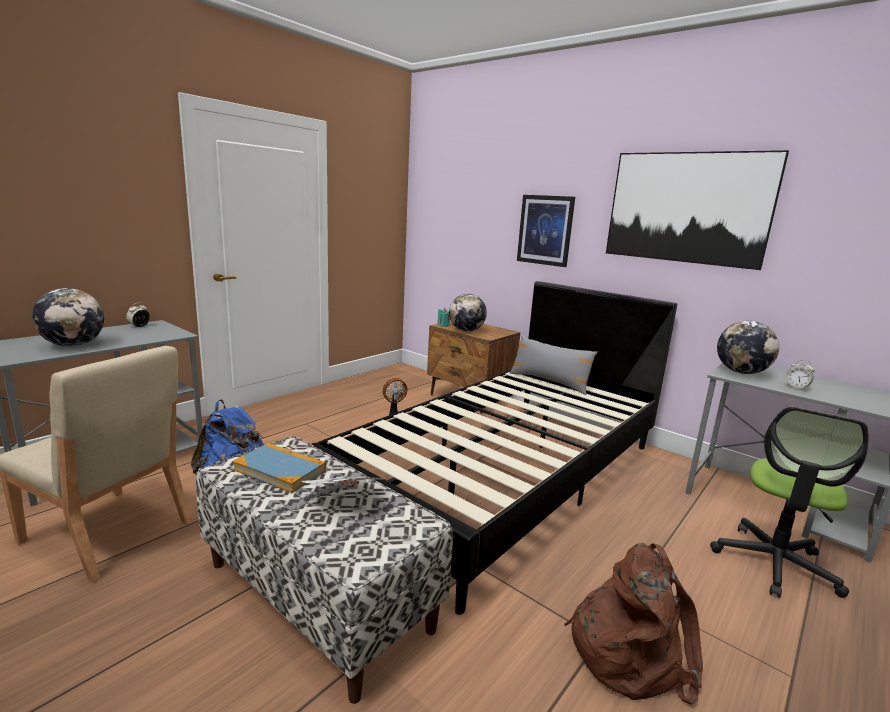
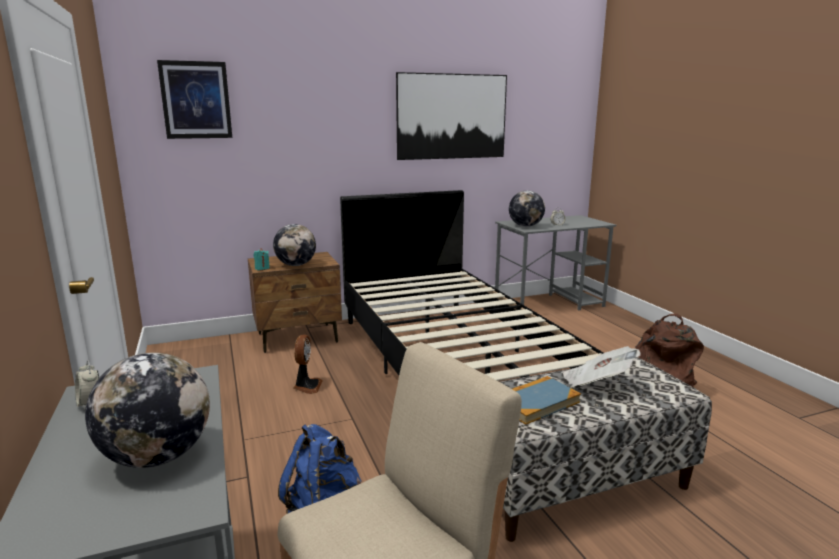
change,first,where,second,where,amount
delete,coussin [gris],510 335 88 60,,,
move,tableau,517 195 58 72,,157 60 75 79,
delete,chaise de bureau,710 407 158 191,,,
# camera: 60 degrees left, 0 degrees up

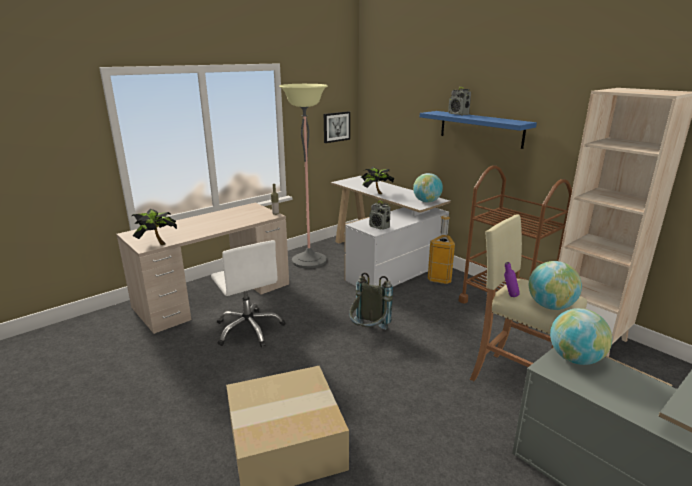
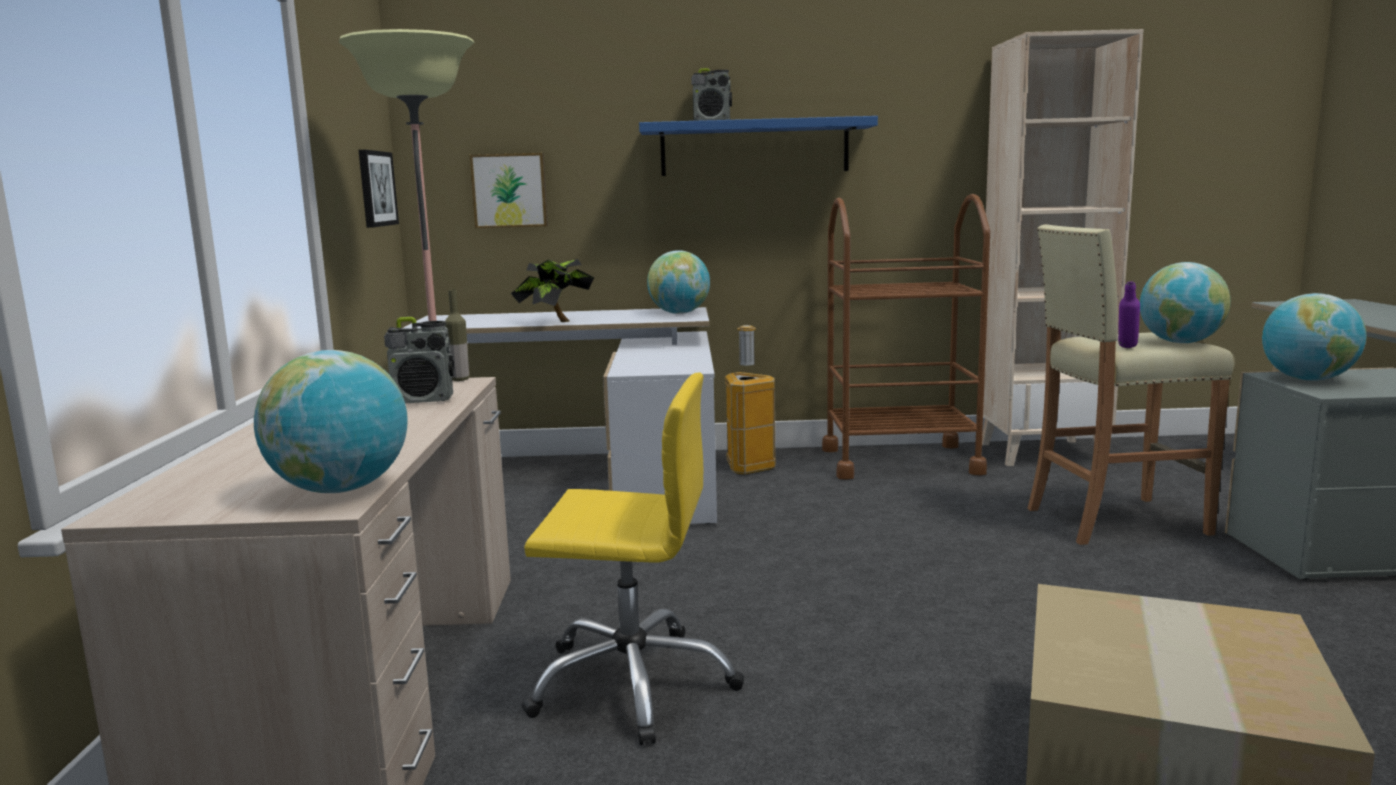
change,first,where,second,where,amount
replace,plante en pot,132 209 45 36,globe,254 350 154 143,
recolor,chaise de bureau [blanc],211 240 74 107,chaise de bureau [jaune],522 373 222 372,
delete,sac à dos [gris],349 273 44 57,,,
move,radio,369 200 22 30,,384 317 70 86,
insert,,,tableau,470 153 78 75,
# camera: 50 degrees left, 10 degrees down

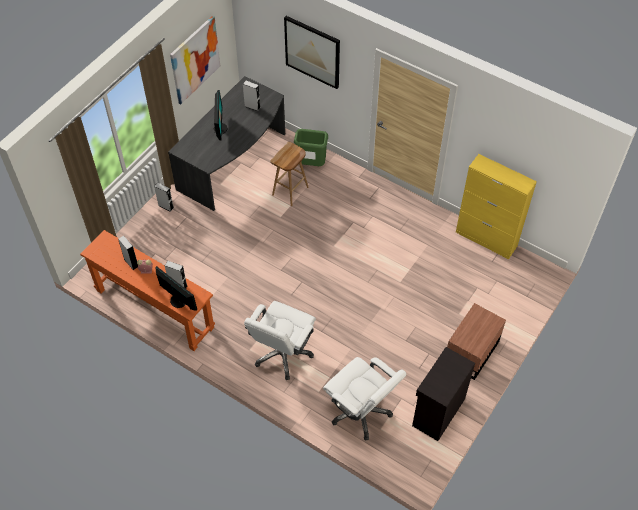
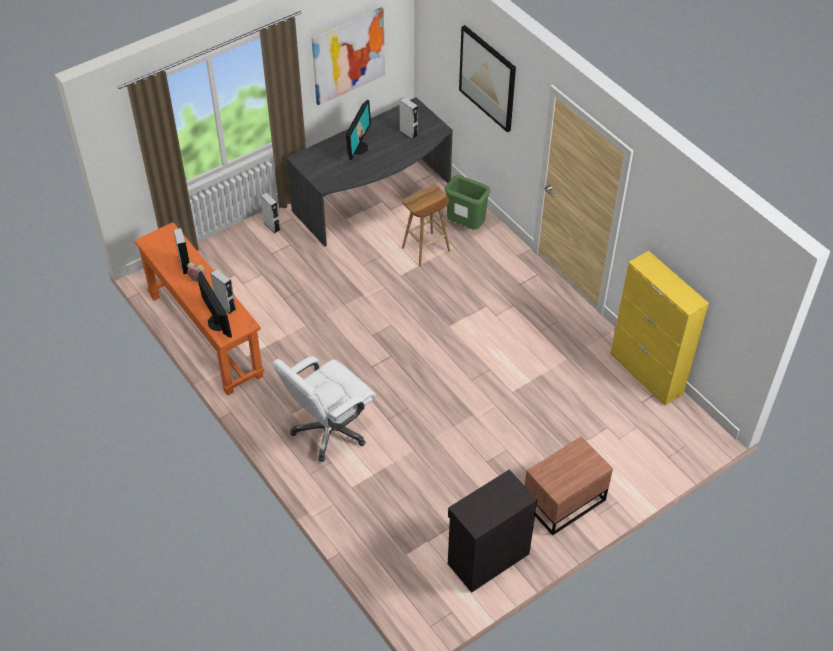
change,first,where,second,where,amount
delete,chaise de bureau [blanc],323 357 83 83,,,
# camera: 20 degrees right, 5 degrees down

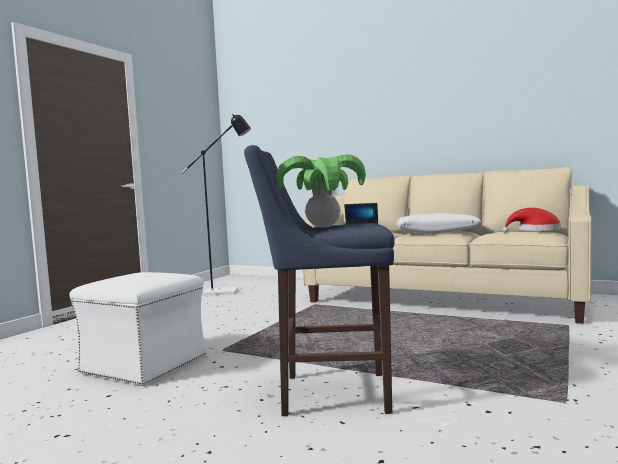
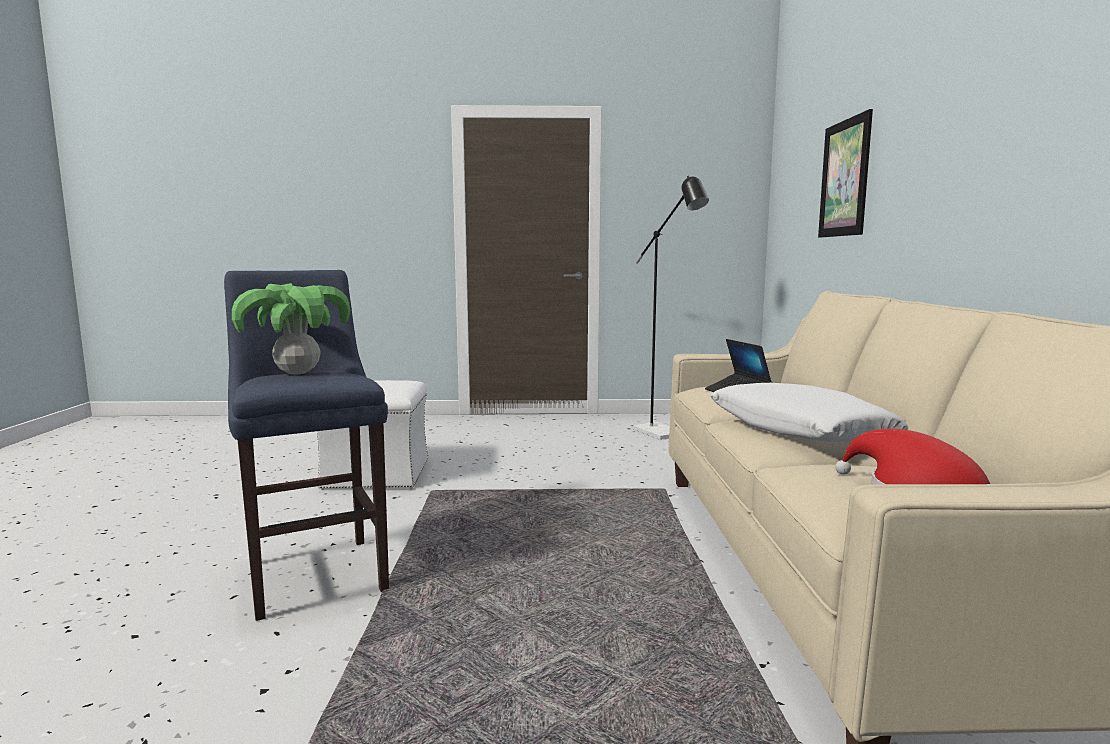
change,first,where,second,where,amount
insert,,,tableau,818 109 55 129,
# camera: 60 degrees right, 5 degrees up

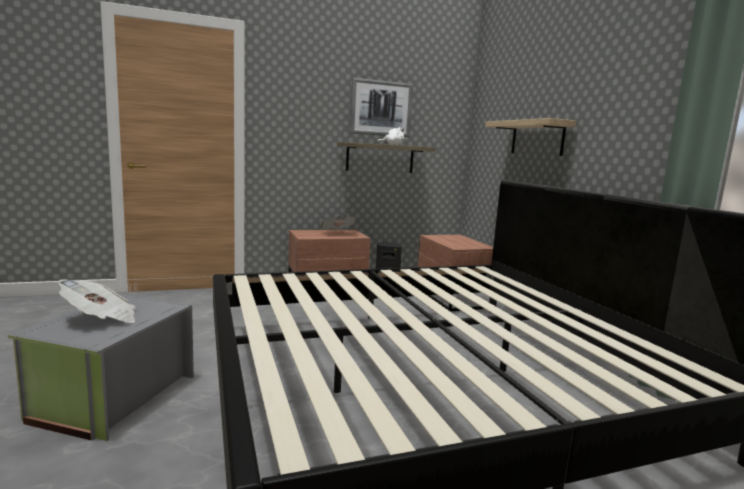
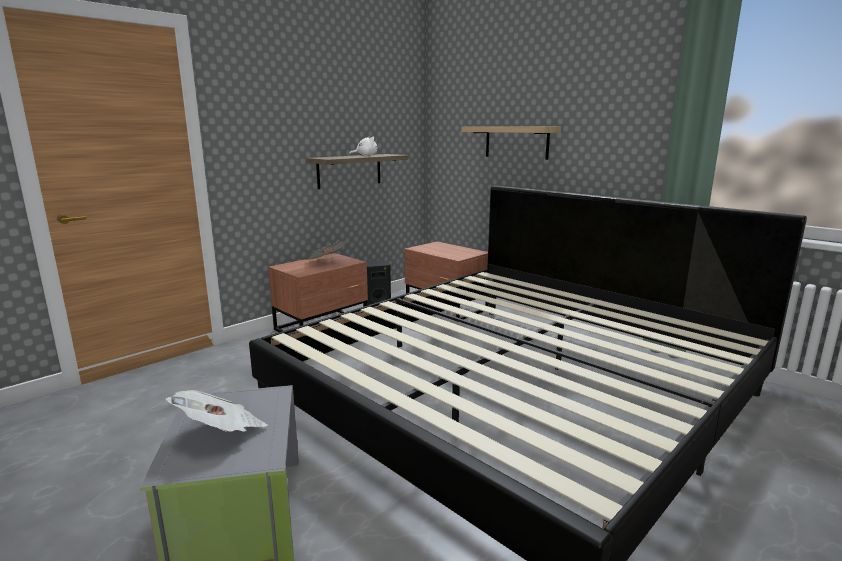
change,first,where,second,where,amount
delete,tableau,350 78 63 59,,,
# camera: 25 degrees left, 5 degrees up

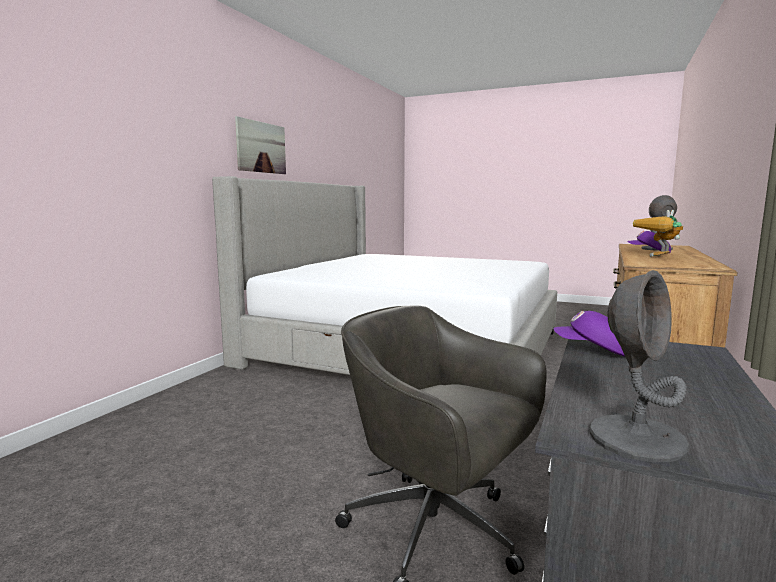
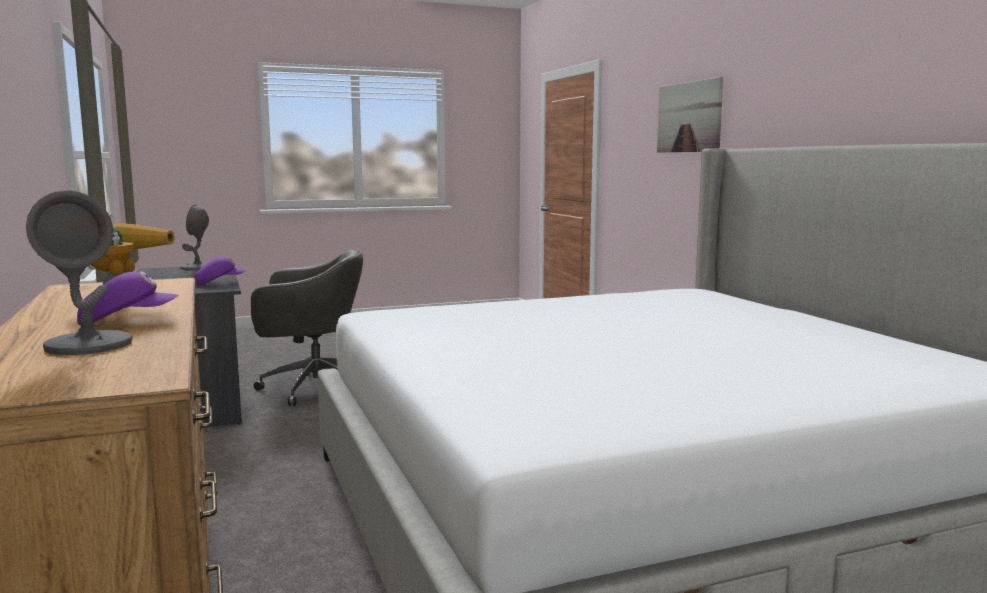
change,first,where,second,where,amount
move,tableau,235 116 51 58,,657 77 66 75,
# camera: 135 degrees right, 0 degrees up

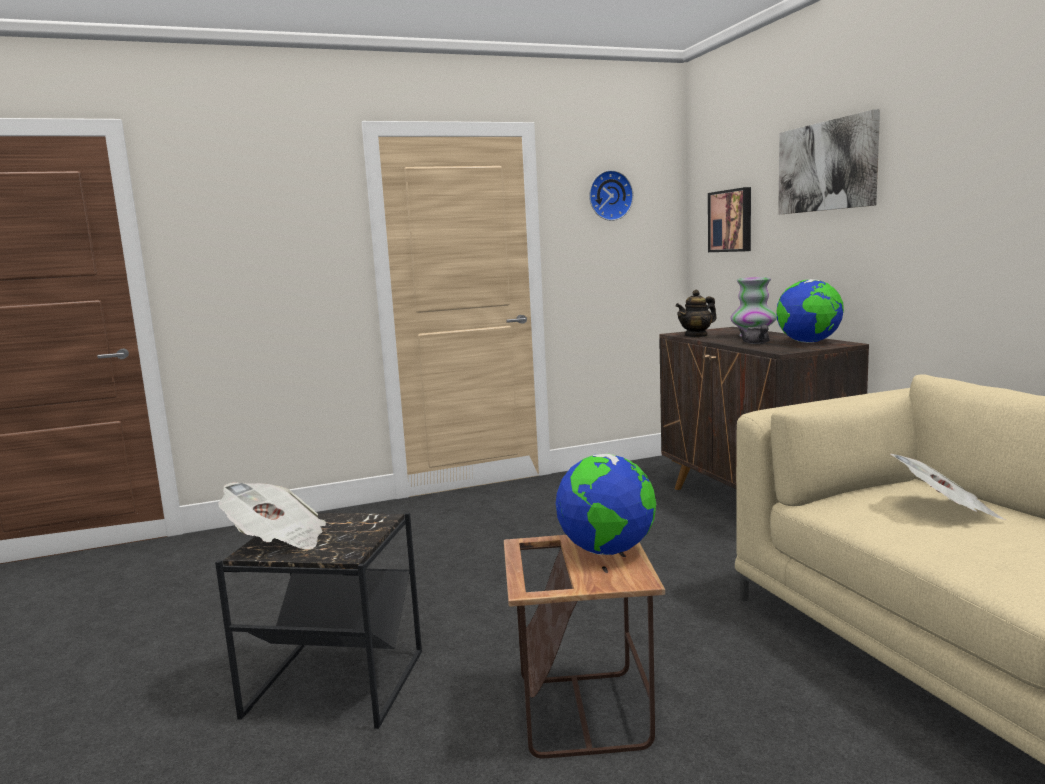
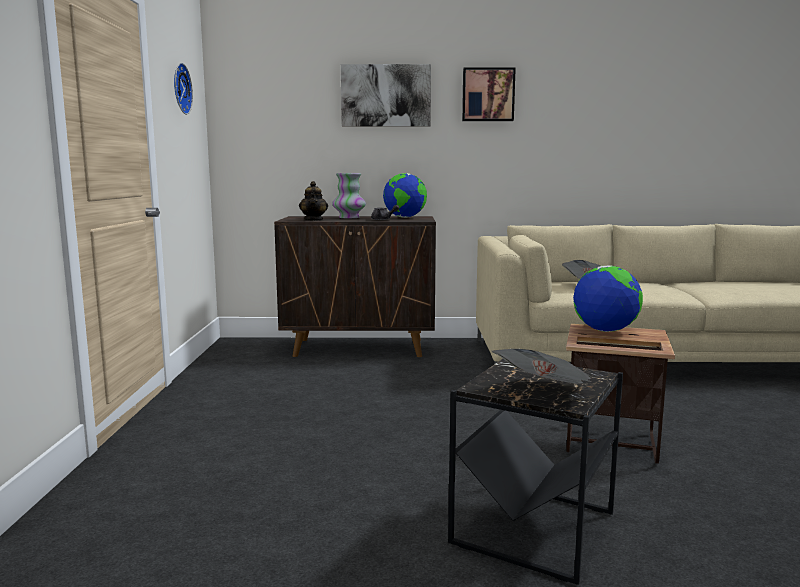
change,first,where,second,where,amount
move,tableau,708 187 43 65,,462 67 54 54,
# camera: 70 degrees left, 0 degrees up

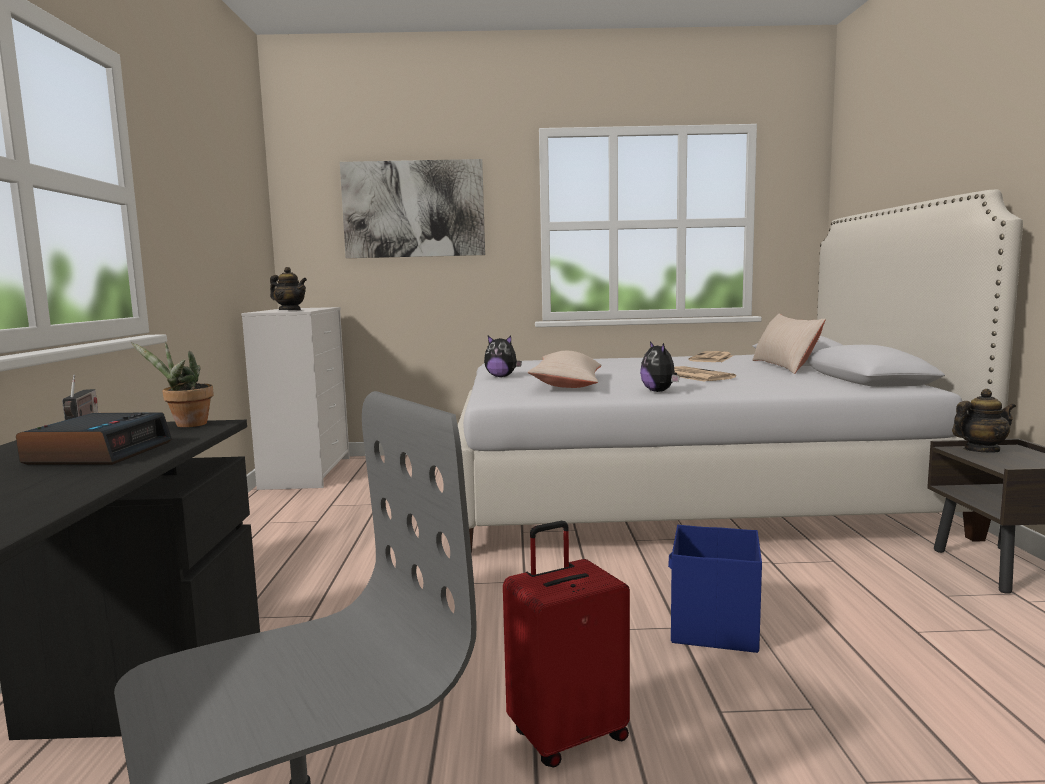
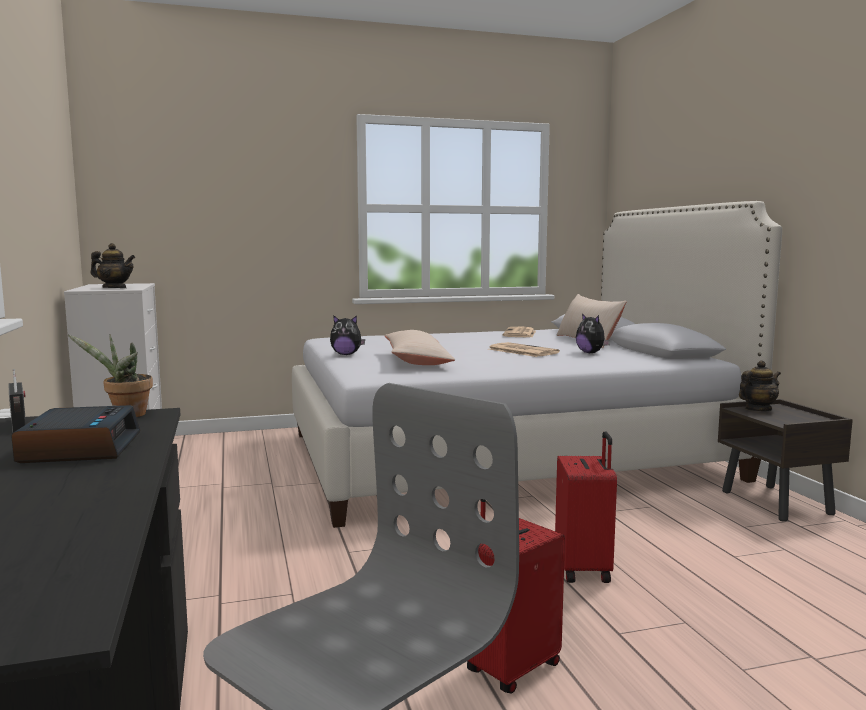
change,first,where,second,where,amount
delete,tableau,340 159 145 99,,,
move,peluche,640 341 39 51,,576 313 34 40,
replace,boîte de rangement [bleu],668 525 94 128,valise [rouge],555 431 62 152,
# camera: 15 degrees left, 0 degrees up

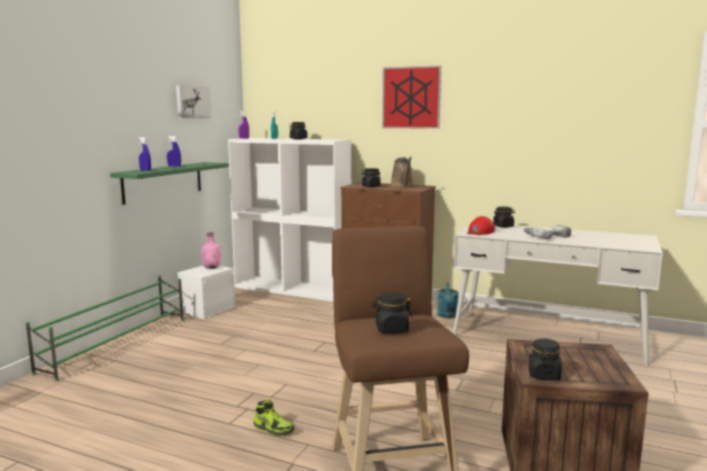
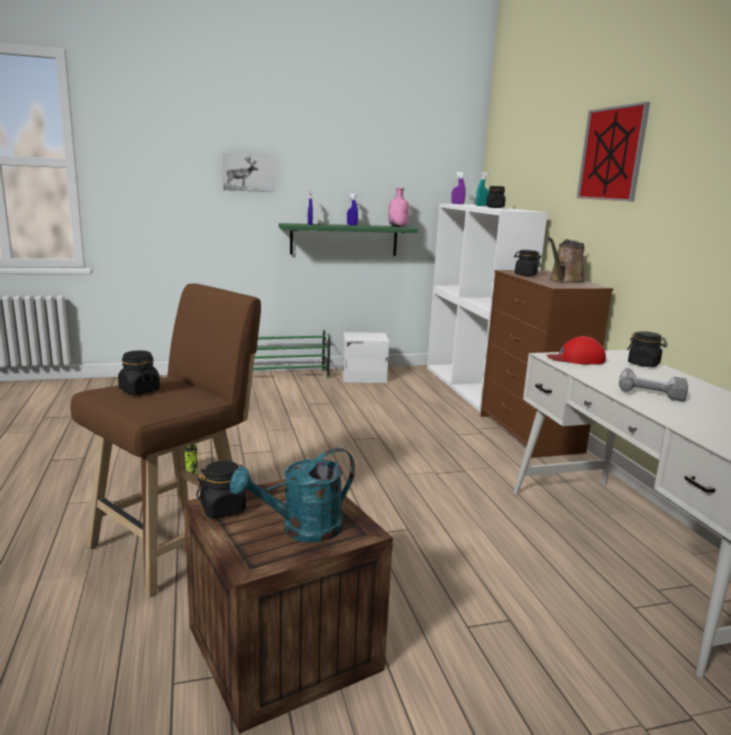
change,first,where,second,where,amount
move,tableau,176 85 35 33,,222 153 53 39,
move,bouteille [rose],201 232 20 37,,388 188 21 39,
move,arrosoir [turquoise],437 283 22 35,,230 448 125 95,
# camera: 50 degrees right, 5 degrees up

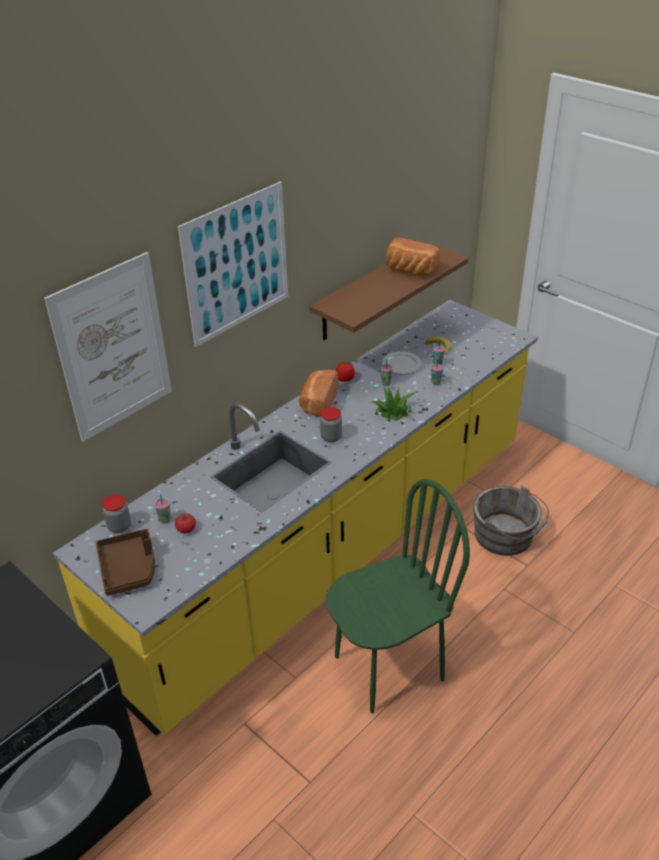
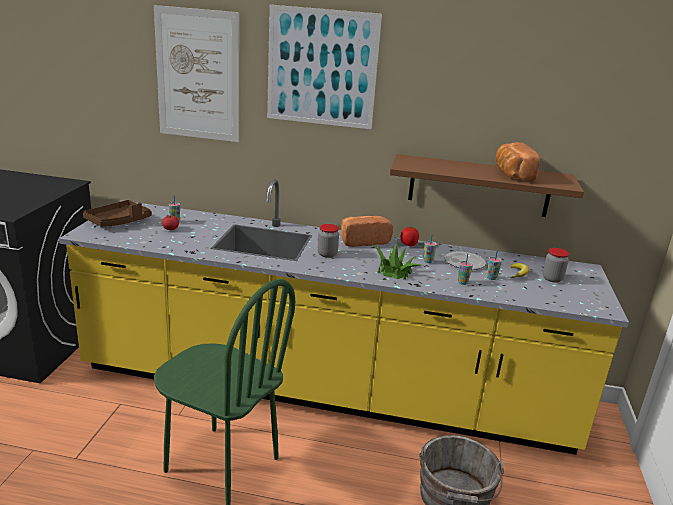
change,first,where,second,where,amount
move,bocal,102 494 29 39,,543 248 26 35,
# camera: 55 degrees right, 15 degrees down

